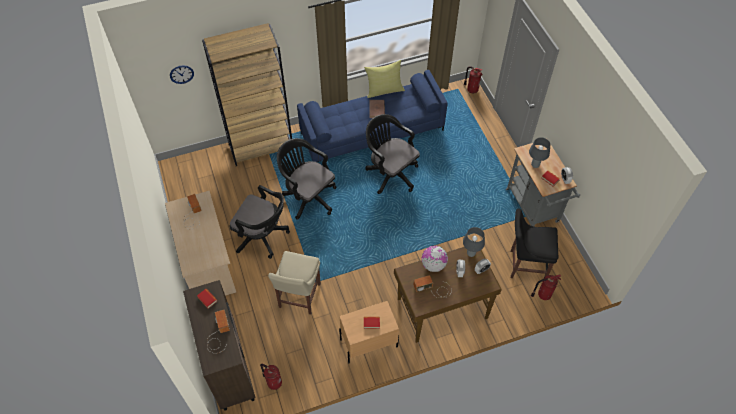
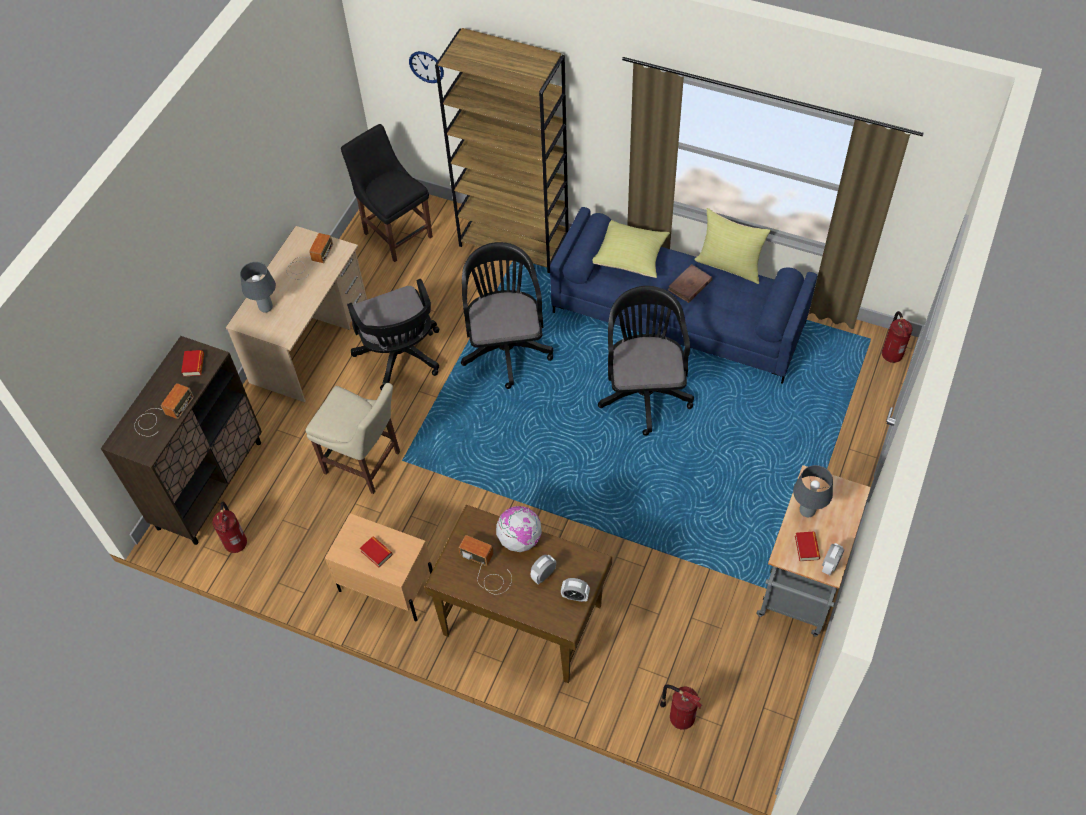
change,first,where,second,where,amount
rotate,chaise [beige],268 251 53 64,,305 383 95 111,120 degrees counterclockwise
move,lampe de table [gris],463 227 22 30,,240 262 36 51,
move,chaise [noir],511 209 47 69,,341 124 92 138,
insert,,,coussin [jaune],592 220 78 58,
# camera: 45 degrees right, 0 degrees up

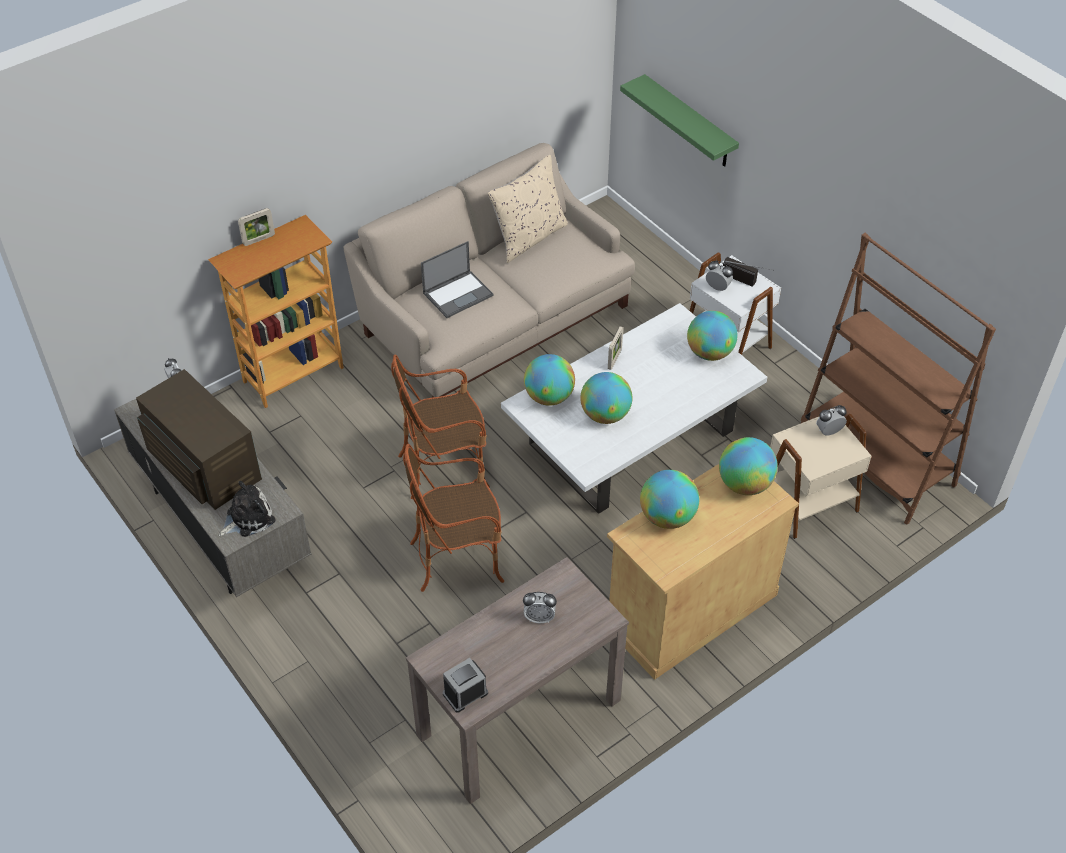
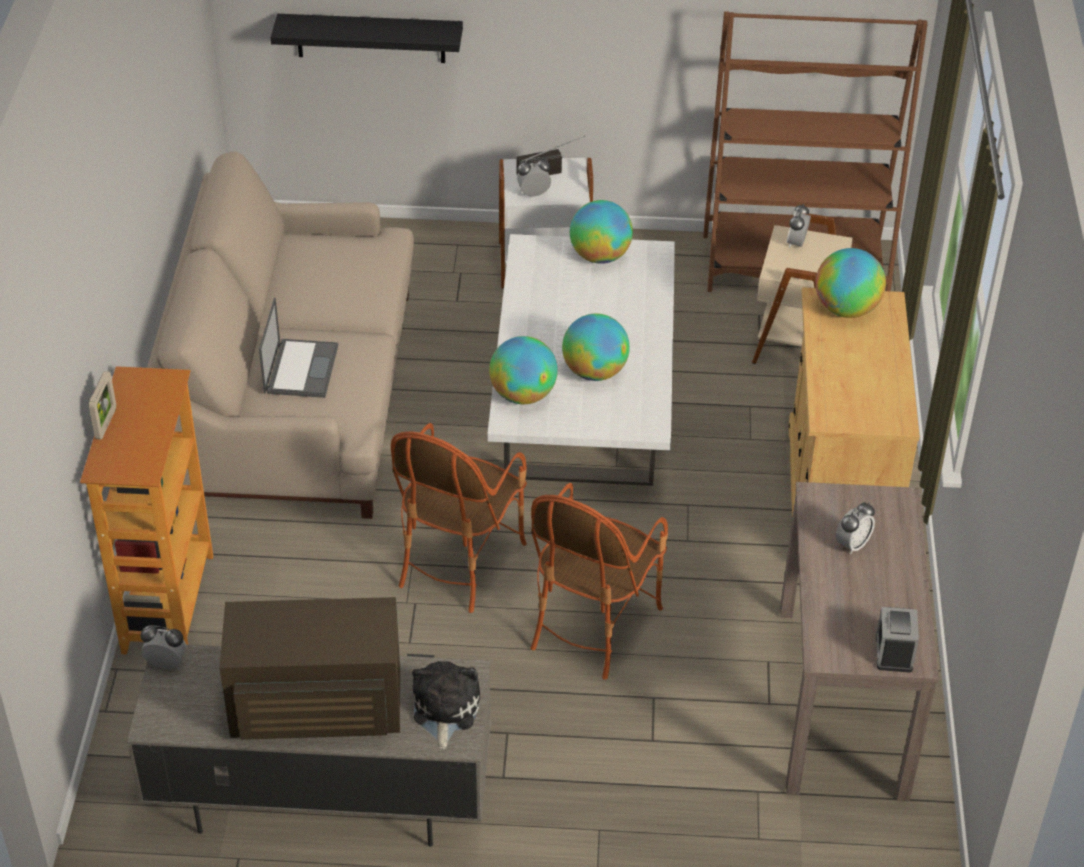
change,first,where,second,where,amount
delete,coussin [beige],488 155 80 108,,,
delete,cadre photo,608 326 15 44,,,
recolor,étagère [vert],620 74 119 93,étagère [noir],270 14 193 49,
delete,globe,640 470 59 59,,,
# camera: 50 degrees left, 5 degrees down

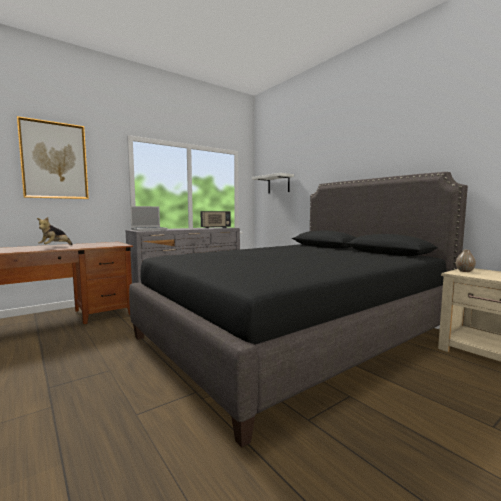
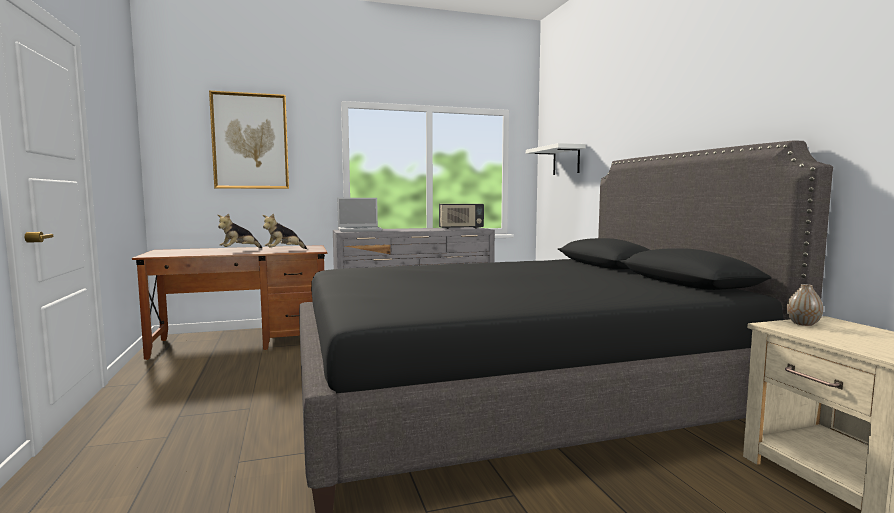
change,first,where,second,where,amount
insert,,,peluche,263 214 44 35,
# camera: 20 degrees right, 0 degrees up

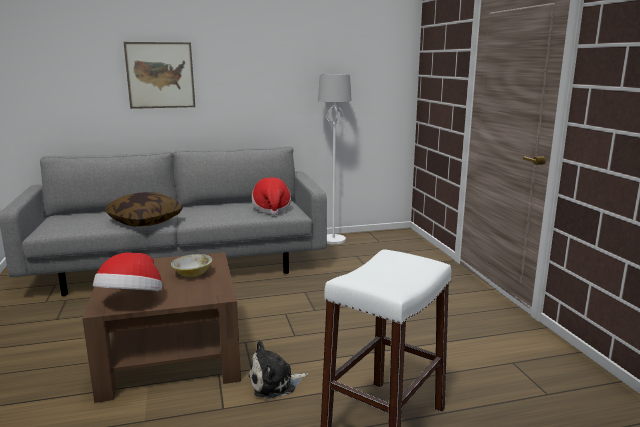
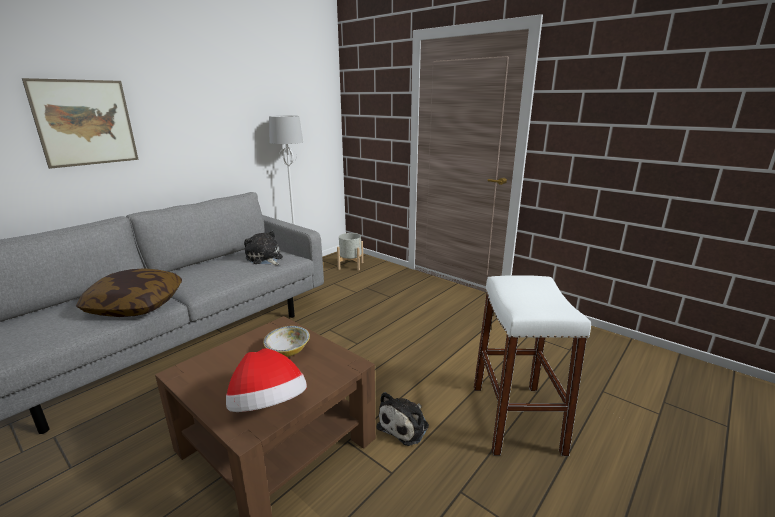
change,first,where,second,where,amount
replace,chapeau,252 177 39 38,peluche,244 230 39 35,
insert,,,cache-pot [gris],337 233 26 38,
# camera: 35 degrees left, 5 degrees up

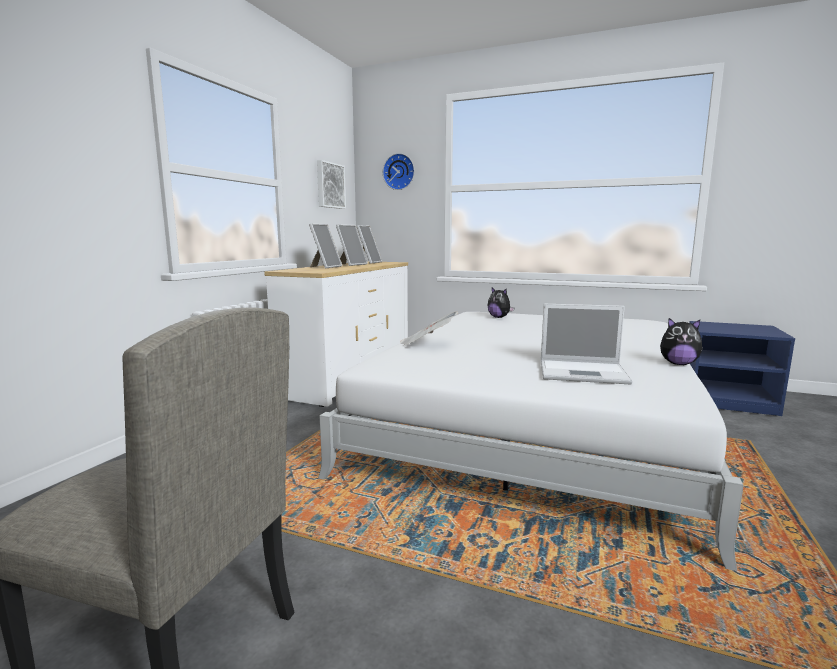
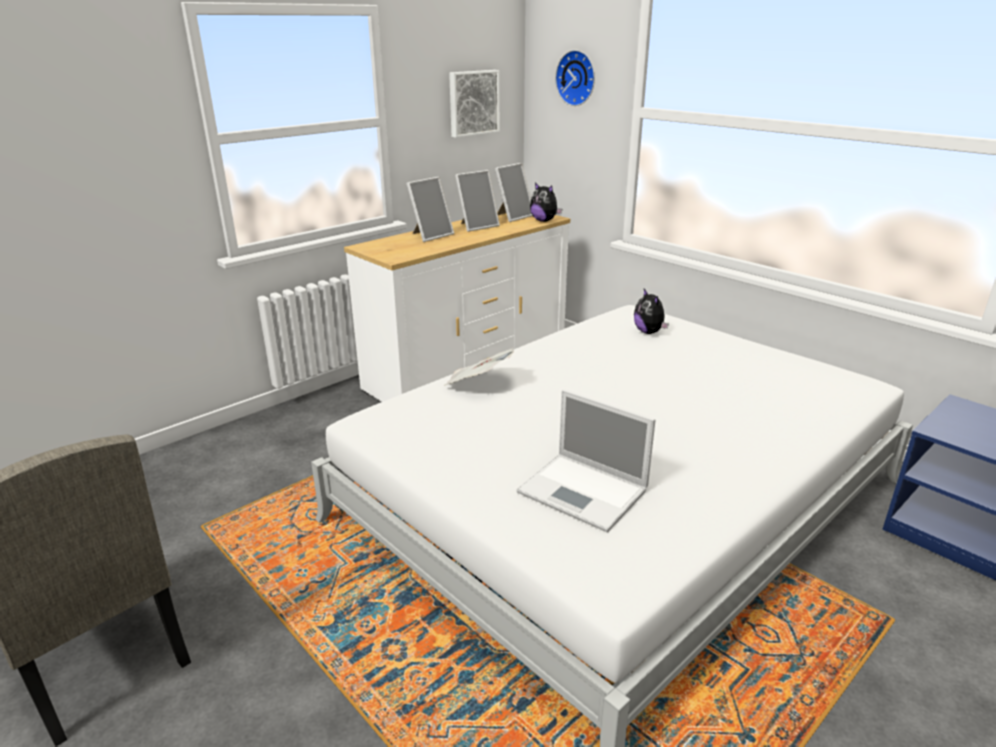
change,first,where,second,where,amount
move,peluche,660 318 43 47,,530 182 32 40,
# camera: 25 degrees right, 15 degrees up

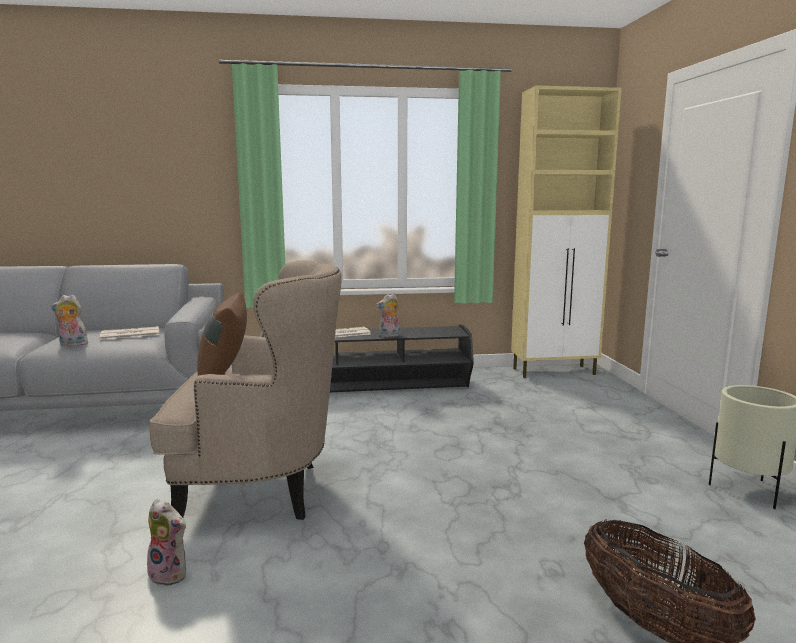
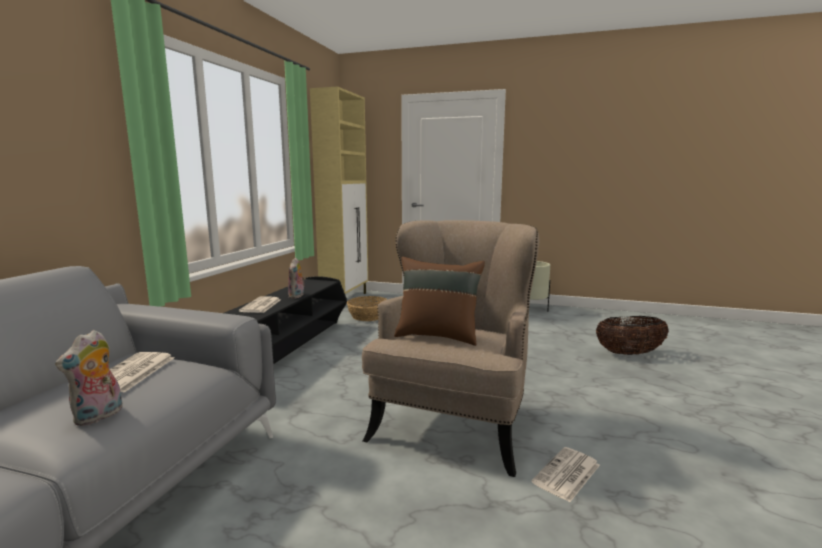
change,first,where,second,where,amount
replace,peluche,143 499 44 87,journal,531 447 69 55,
insert,,,panier,347 296 41 25,
# camera: 65 degrees left, 0 degrees up

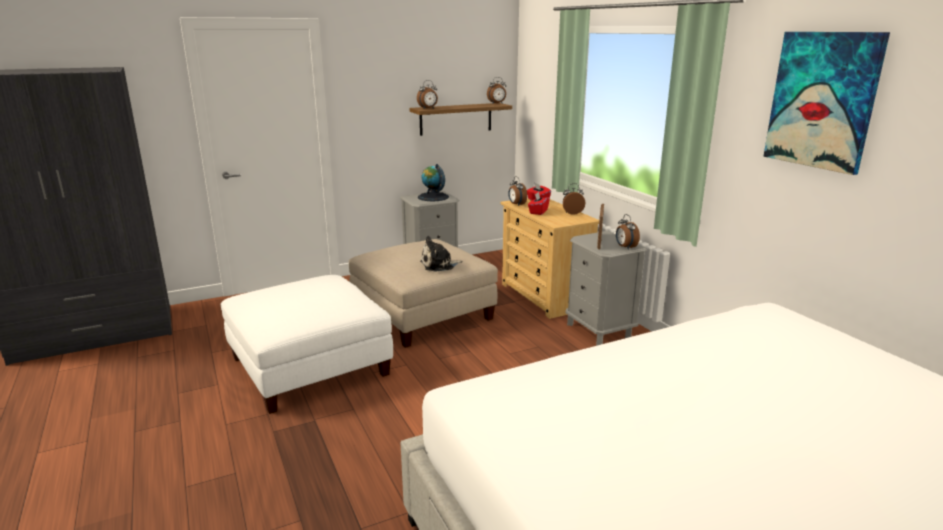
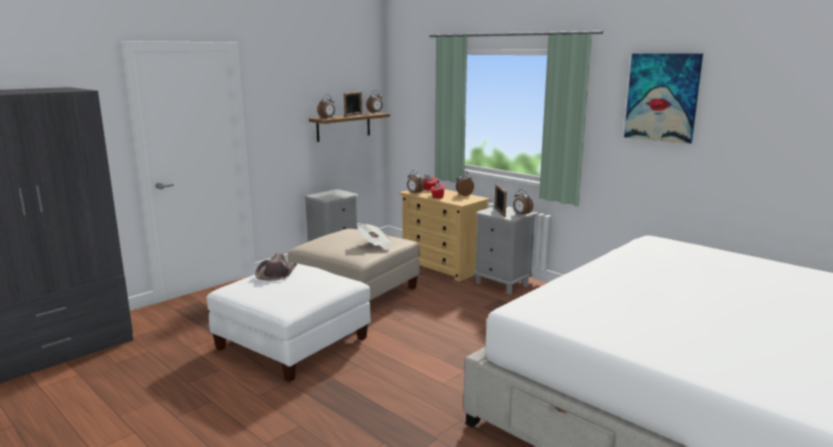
change,first,where,second,where,amount
delete,globe,418 164 31 37,,,
replace,peluche,420 236 43 36,journal,357 223 36 27,
insert,,,chapeau [marron],255 253 42 28,
insert,,,cadre photo,344 91 18 26,
# camera: 20 degrees left, 5 degrees down

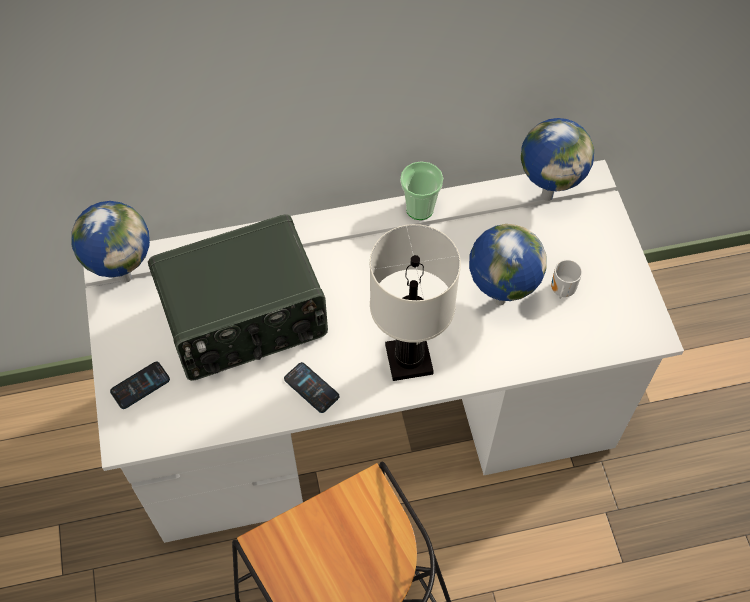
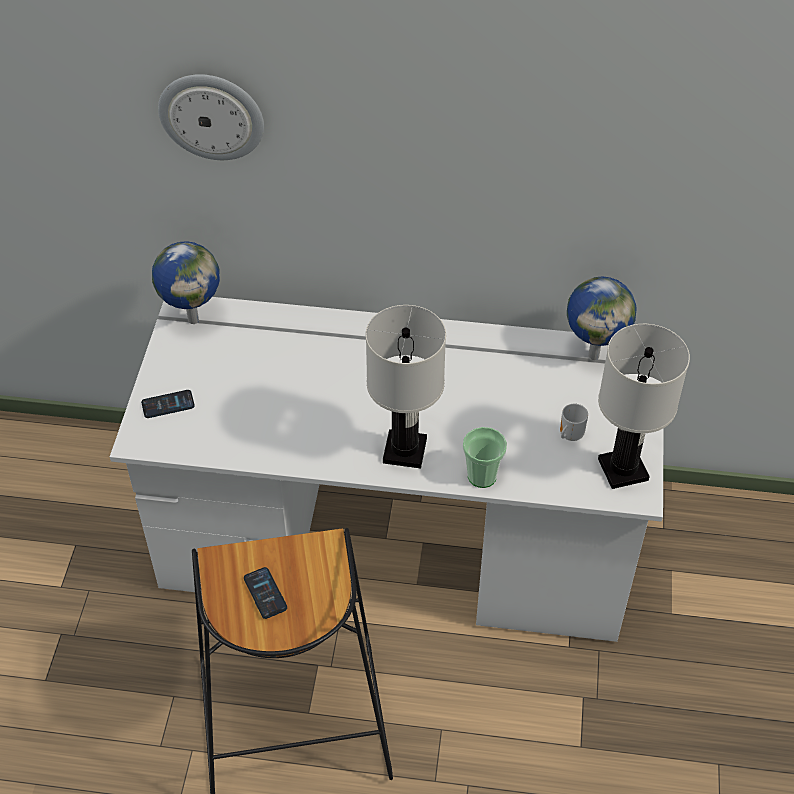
change,first,where,second,where,amount
delete,radio,148 214 180 167,,,
move,téléphone,284 362 55 51,,244 567 43 52,
move,tasse,400 161 43 59,,463 427 44 61,
delete,globe,469 224 78 82,,,
insert,,,horloge murale,158 74 106 86,
insert,,,lampe de table [blanc],598 324 92 165,
# camera: 20 degrees right, 10 degrees down

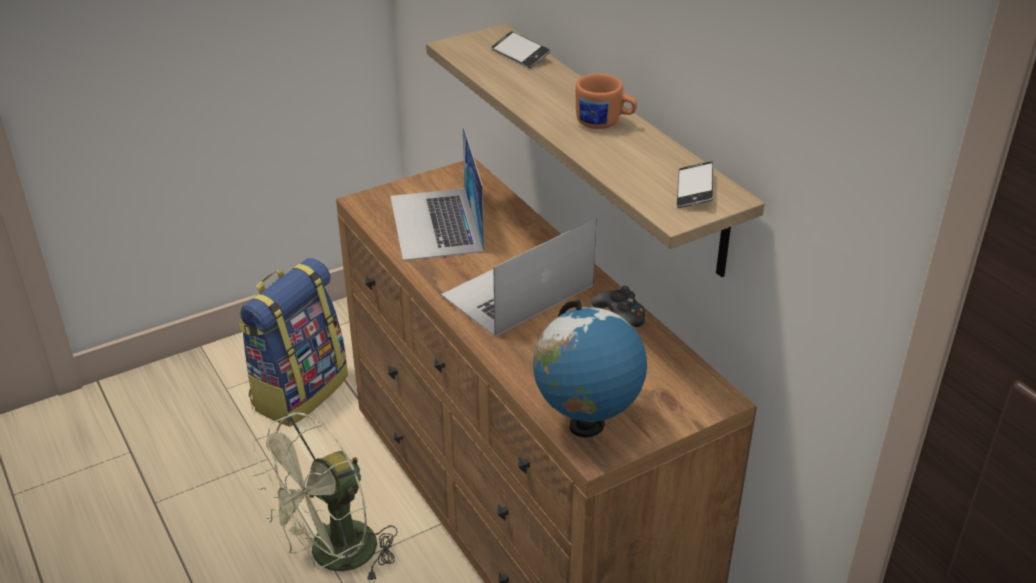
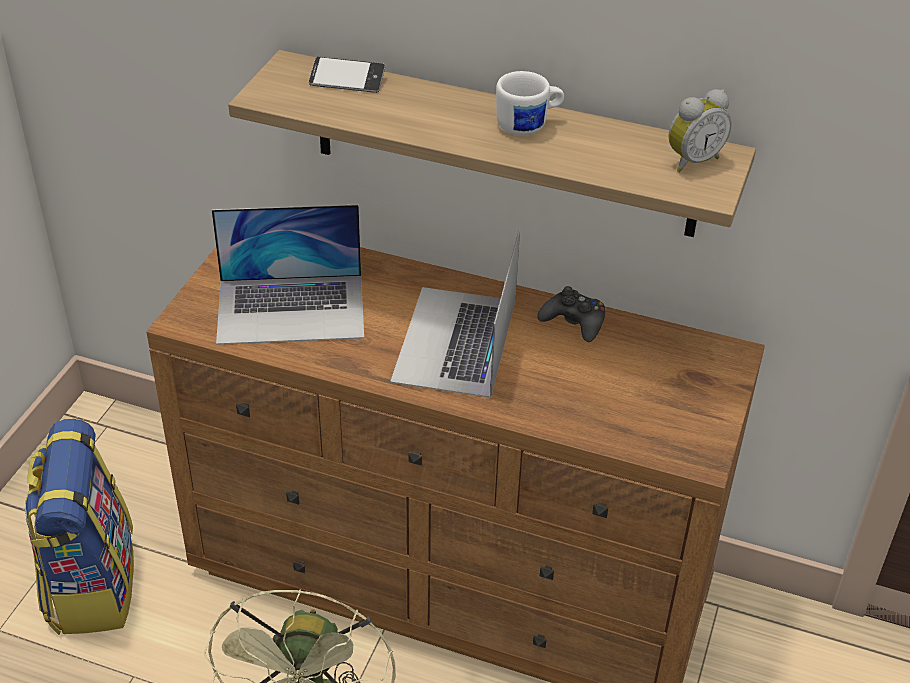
change,first,where,second,where,amount
rotate,ordinateur portable,390 126 94 135,,212 204 152 141,45 degrees counterclockwise
delete,globe,533 300 114 137,,,
recolor,mug [orange],575 73 62 56,mug [blanc],496 71 68 65,
replace,téléphone,677 161 37 47,réveil,668 89 64 83,
# camera: 40 degrees left, 5 degrees up

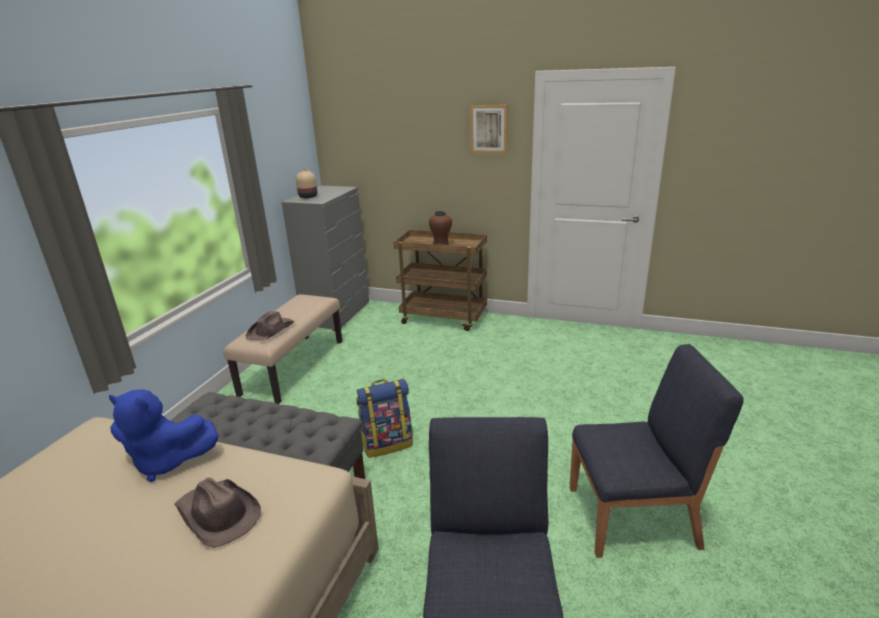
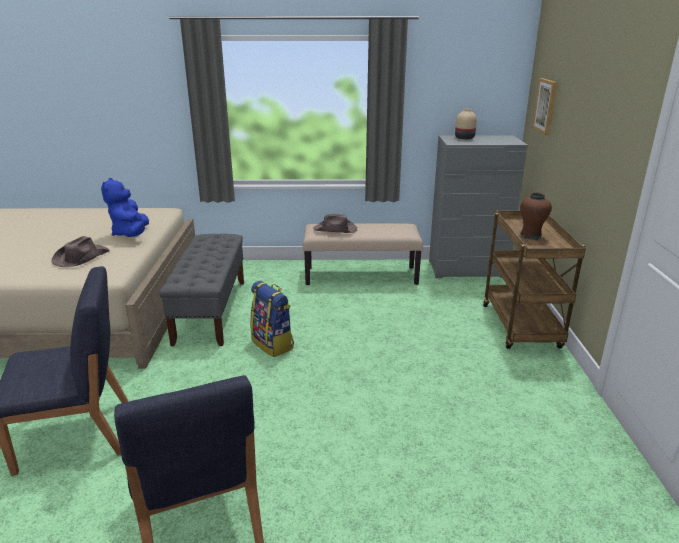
change,first,where,second,where,amount
move,tableau,470 105 38 49,,532 78 26 57,
# camera: 70 degrees right, 0 degrees up

